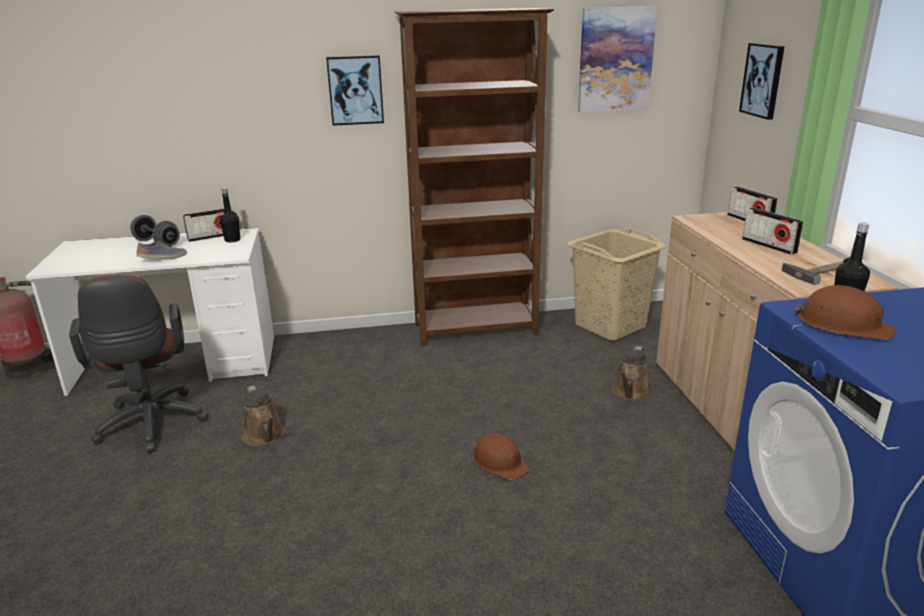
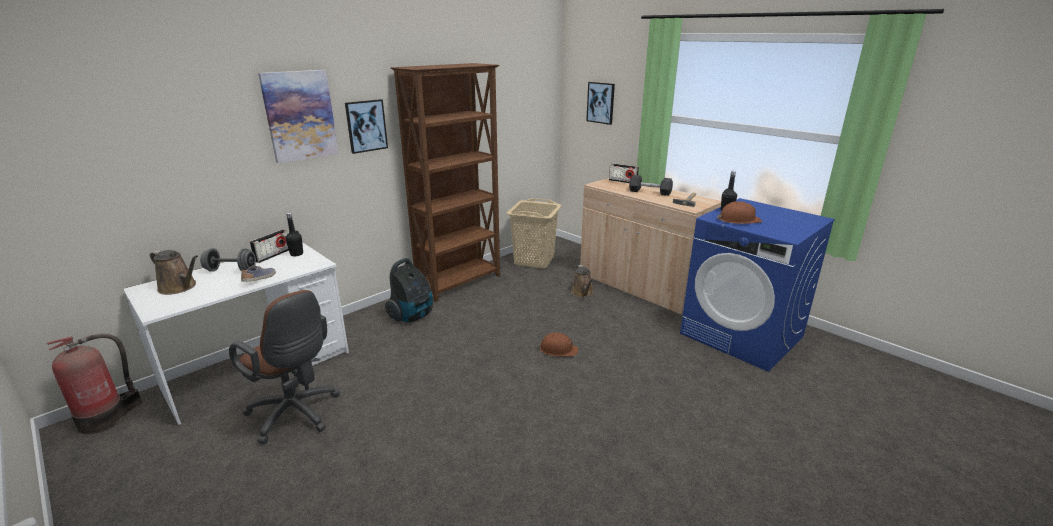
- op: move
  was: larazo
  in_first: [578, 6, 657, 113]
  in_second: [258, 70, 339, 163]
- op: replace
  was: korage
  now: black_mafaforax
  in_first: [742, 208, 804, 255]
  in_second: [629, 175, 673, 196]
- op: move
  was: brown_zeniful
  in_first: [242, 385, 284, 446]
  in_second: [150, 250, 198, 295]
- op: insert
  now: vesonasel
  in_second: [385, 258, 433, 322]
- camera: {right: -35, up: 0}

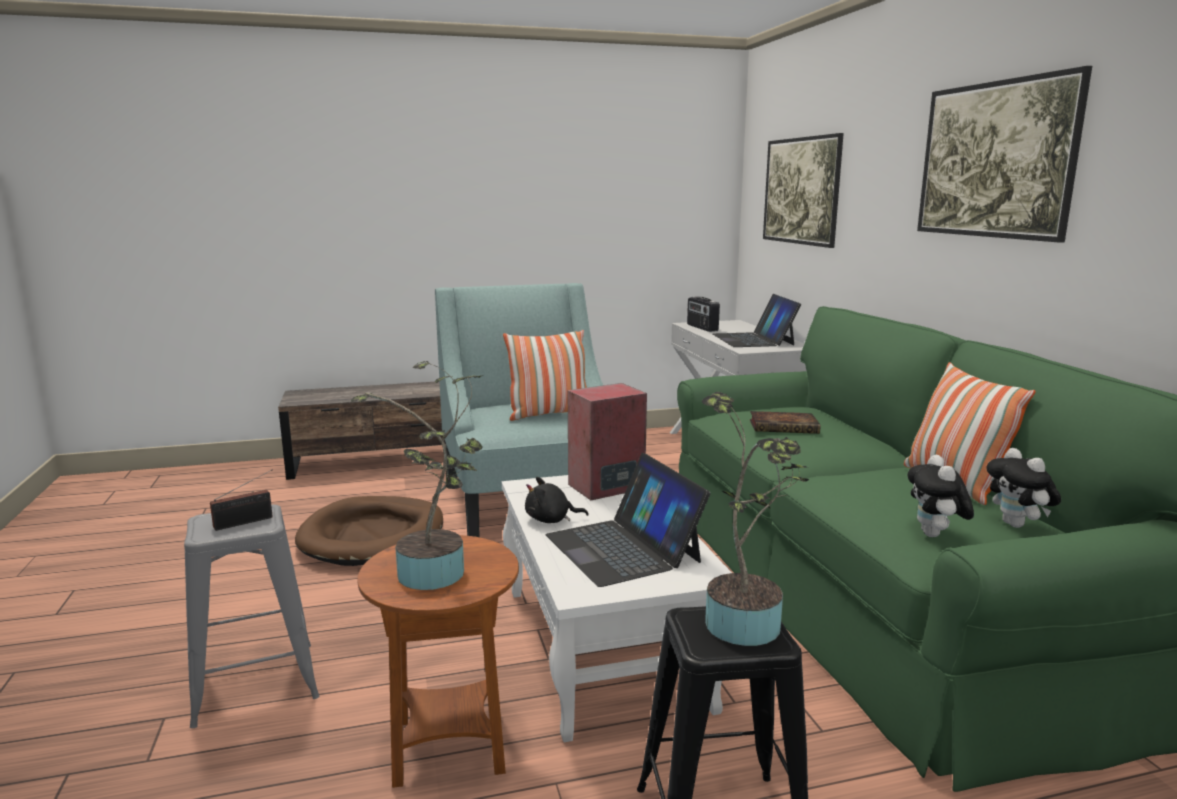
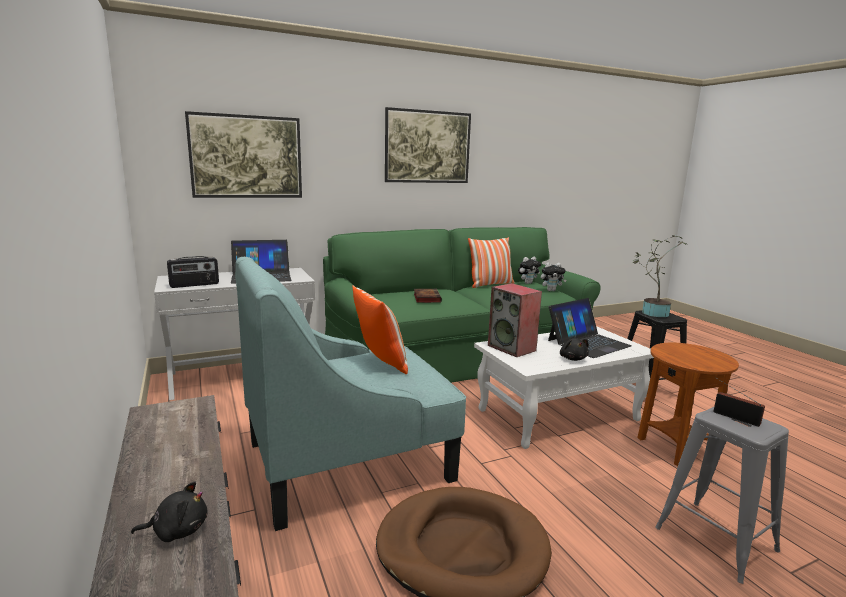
- op: delete
  was: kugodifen
  in_first: [351, 361, 484, 590]
- op: insert
  now: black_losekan
  in_second: [131, 482, 208, 542]
- camera: {right: -100, up: 0}

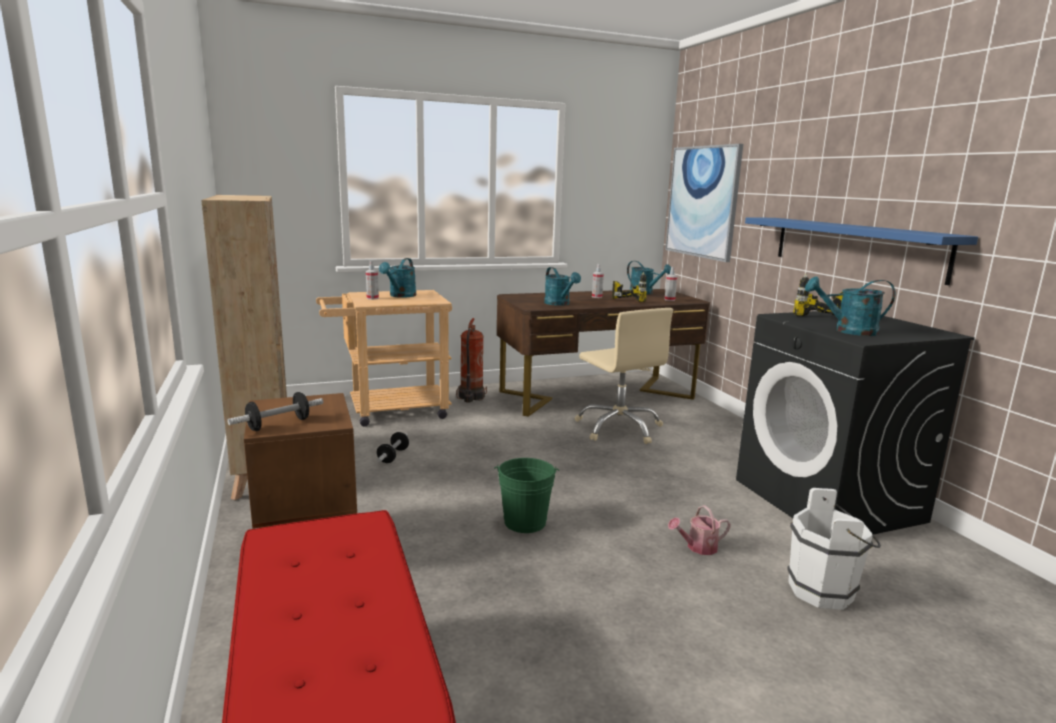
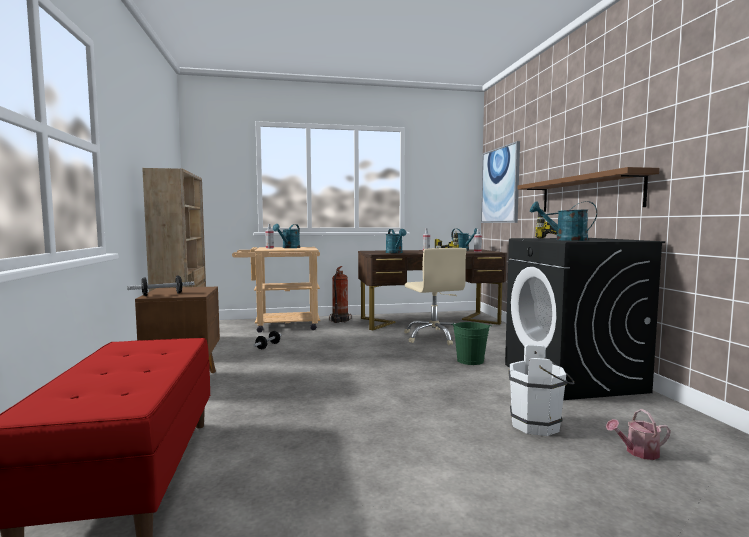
- op: recolor
  was: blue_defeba
  now: brown_defeba
  in_first: [745, 217, 978, 285]
  in_second: [517, 167, 660, 212]
- op: move
  was: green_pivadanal
  in_first: [494, 458, 559, 533]
  in_second: [451, 322, 492, 365]
- op: move
  was: zeniful
  in_first: [668, 505, 731, 555]
  in_second: [606, 409, 671, 460]
- camera: {right: 10, up: -10}

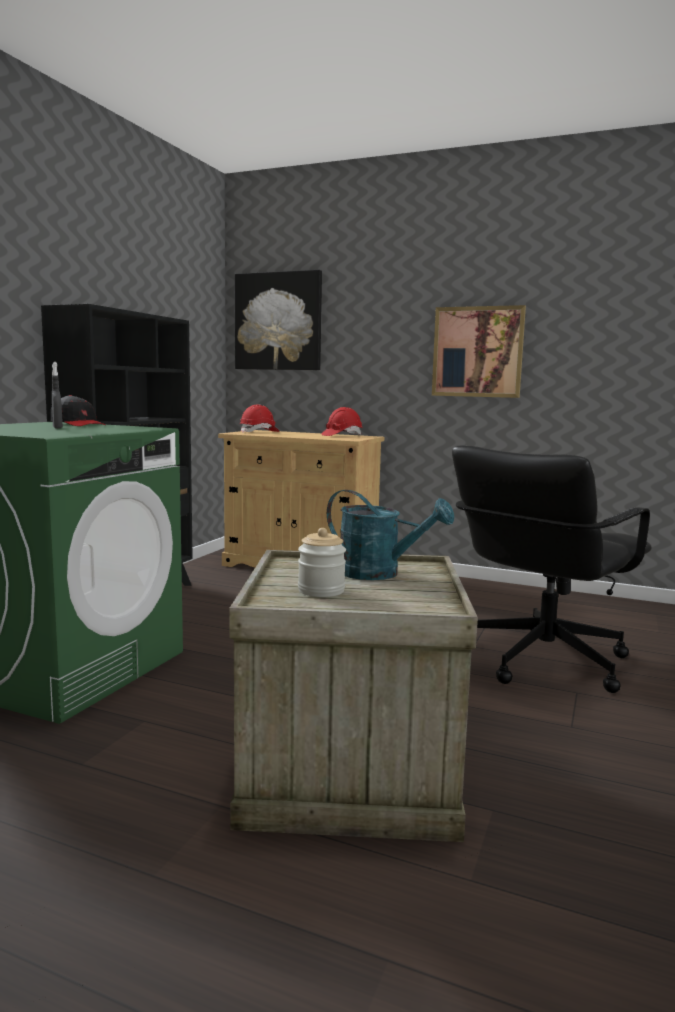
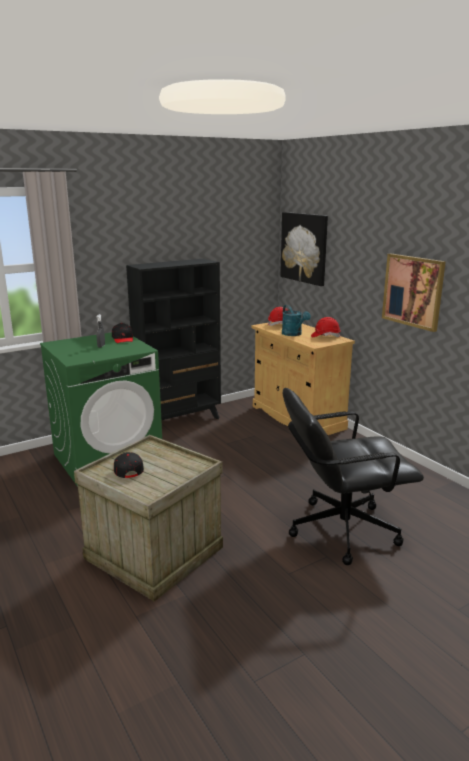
- op: move
  was: turquoise_zeniful
  in_first: [327, 490, 454, 580]
  in_second: [282, 305, 311, 336]
- op: replace
  was: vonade
  now: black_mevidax
  in_first: [298, 528, 346, 597]
  in_second: [114, 452, 144, 478]
- camera: {right: 35, up: 10}

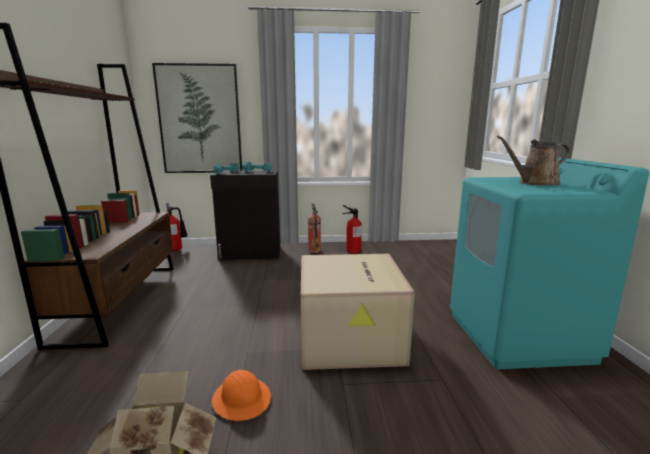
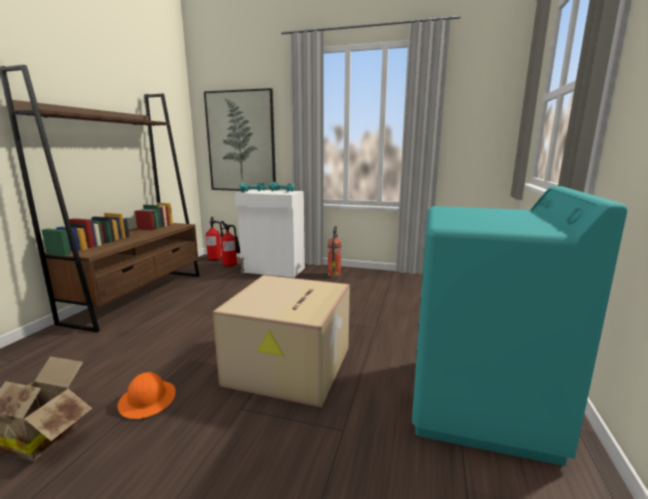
- op: delete
  was: brown_zeniful
  in_first: [497, 136, 570, 185]
- op: recolor
  was: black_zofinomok
  now: white_zofinomok
  in_first: [210, 170, 280, 260]
  in_second: [235, 190, 305, 278]
- op: move
  was: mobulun
  in_first: [342, 205, 362, 254]
  in_second: [220, 221, 240, 267]
- camera: {right: 20, up: 0}

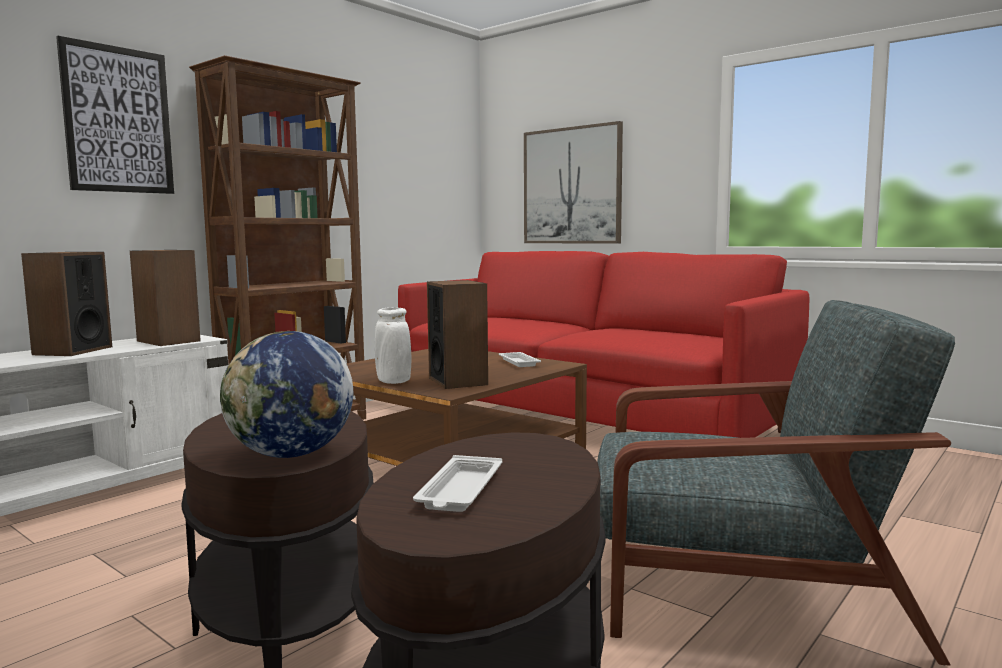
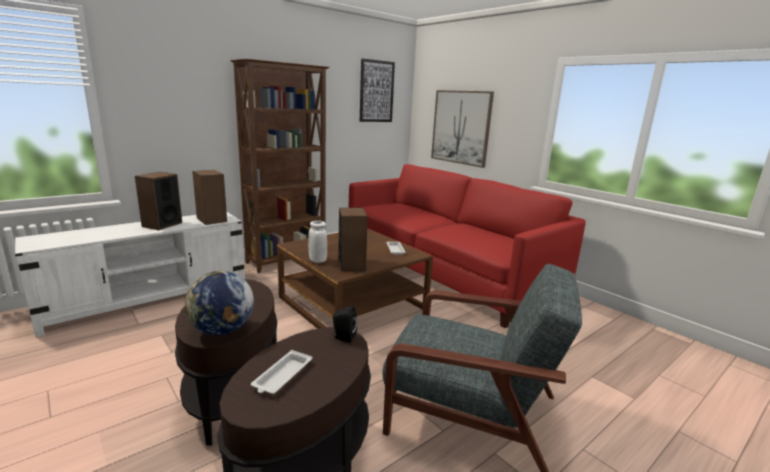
- op: move
  was: larazo
  in_first: [56, 36, 174, 194]
  in_second: [360, 58, 395, 122]
- op: insert
  now: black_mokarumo
  in_second: [332, 306, 357, 342]
- camera: {right: 10, up: 10}

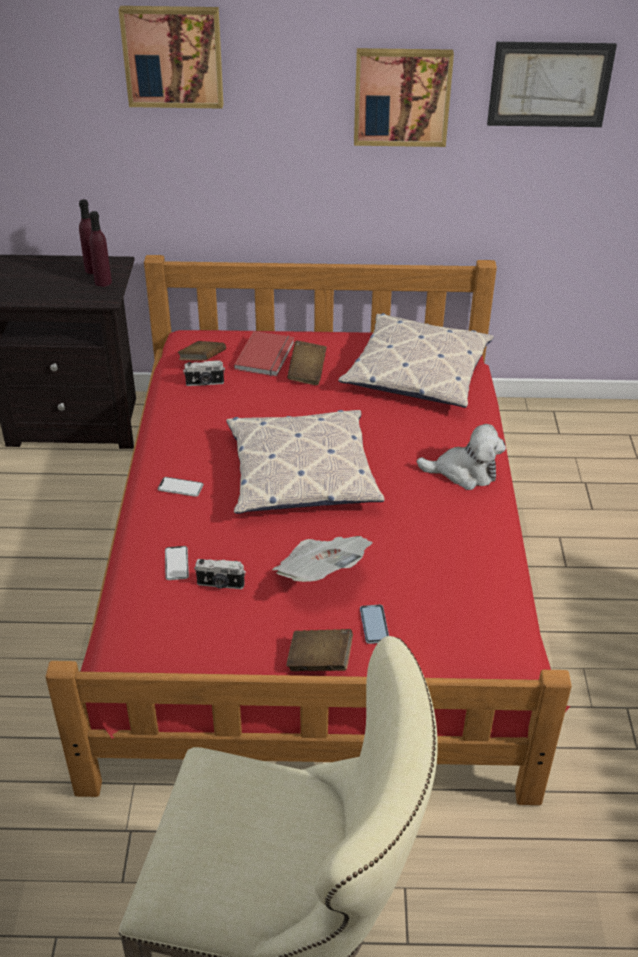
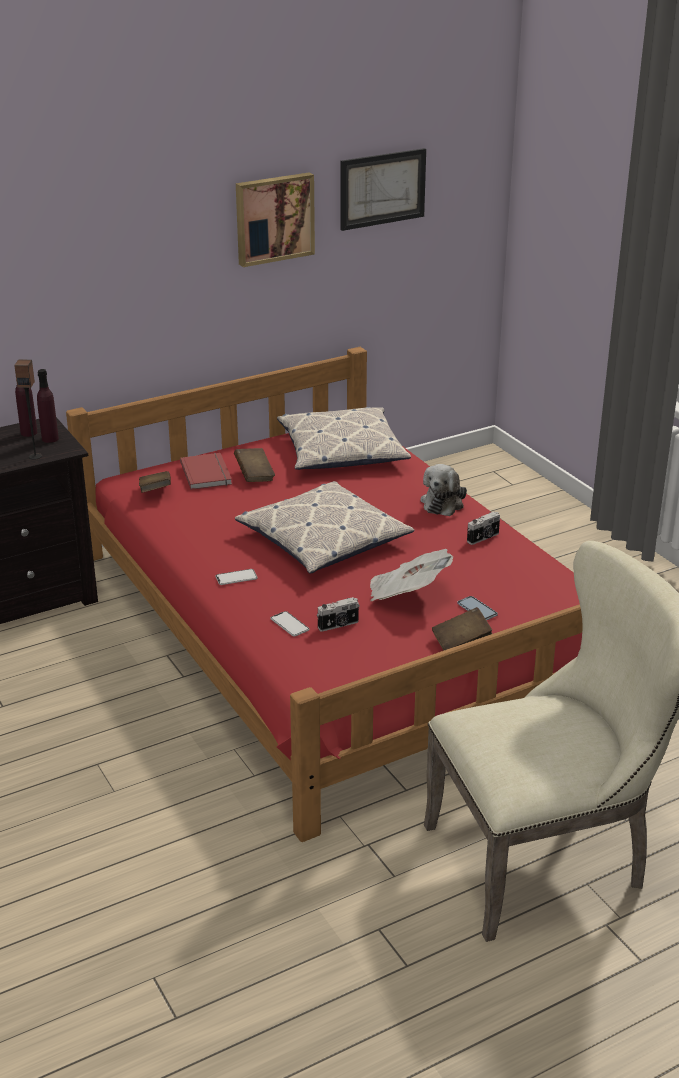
- op: delete
  was: larazo
  in_first: [119, 6, 223, 109]
- op: move
  was: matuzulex
  in_first: [183, 360, 225, 386]
  in_second: [467, 512, 500, 545]
- op: rotate
  was: losekan
  in_first: [417, 424, 506, 490]
  in_second: [420, 464, 467, 516]
  clockwise: 135
- op: insert
  now: mokarumo
  in_second: [14, 359, 42, 460]
- camera: {right: -30, up: -10}

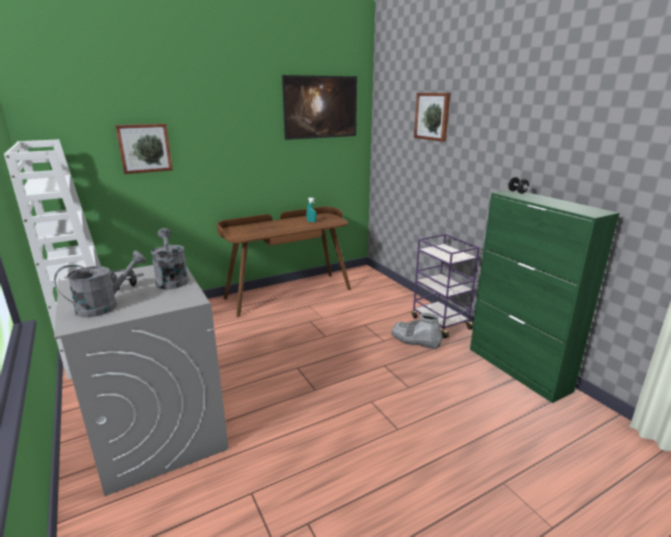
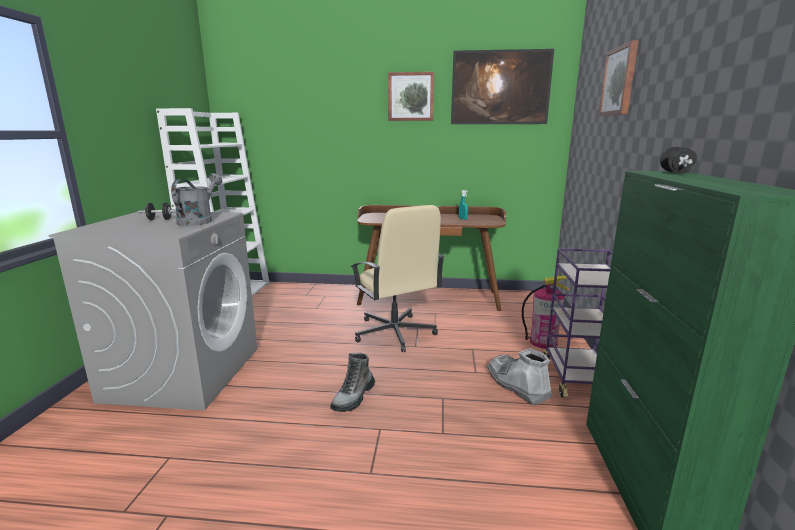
- op: move
  was: larazo
  in_first: [115, 123, 173, 174]
  in_second: [388, 72, 434, 121]
- op: delete
  was: grey_zeniful
  in_first: [54, 251, 146, 318]
- op: insert
  now: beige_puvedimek
  in_second: [351, 205, 445, 352]
- op: insert
  now: mobulun
  in_second: [522, 276, 570, 349]
- op: insert
  now: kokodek
  in_second: [330, 353, 375, 412]
- camera: {right: 35, up: -5}

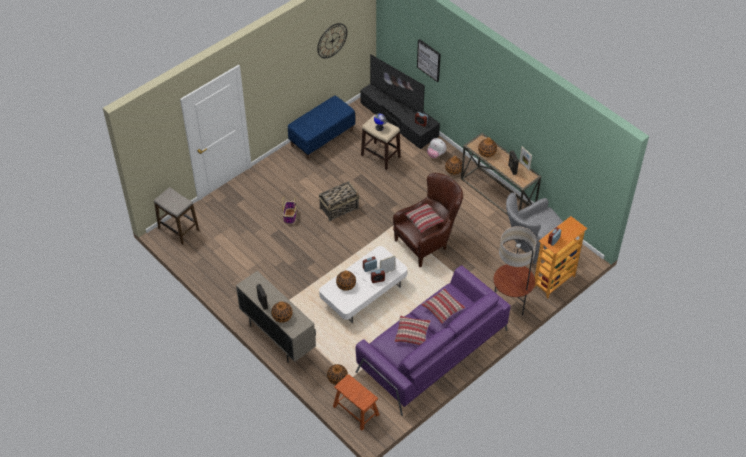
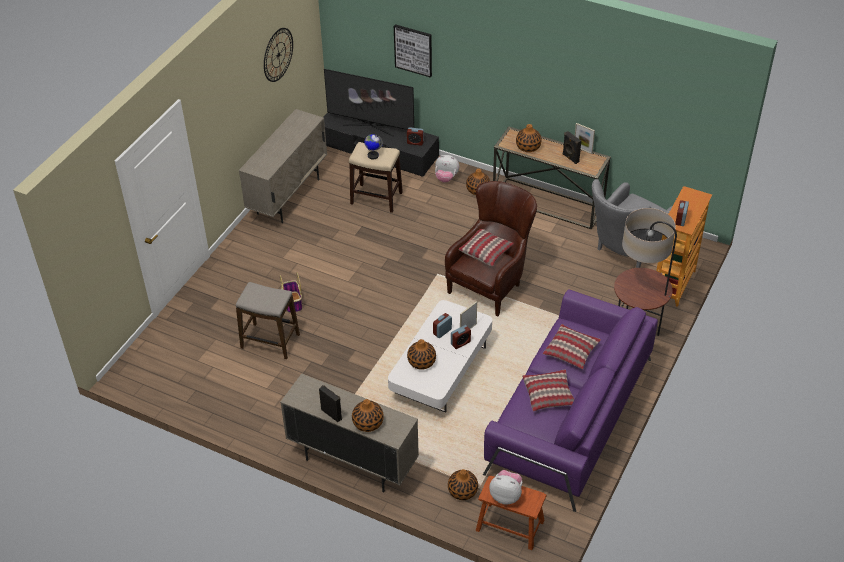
- op: replace
  was: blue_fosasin
  now: beige_zofinomok
  in_first: [288, 96, 355, 160]
  in_second: [239, 109, 327, 223]
- op: delete
  was: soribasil
  in_first: [319, 181, 359, 221]
- op: move
  was: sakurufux
  in_first: [154, 187, 199, 245]
  in_second: [236, 282, 300, 359]
- op: insert
  now: losekan
  in_second: [489, 470, 523, 505]
- camera: {right: -20, up: -5}

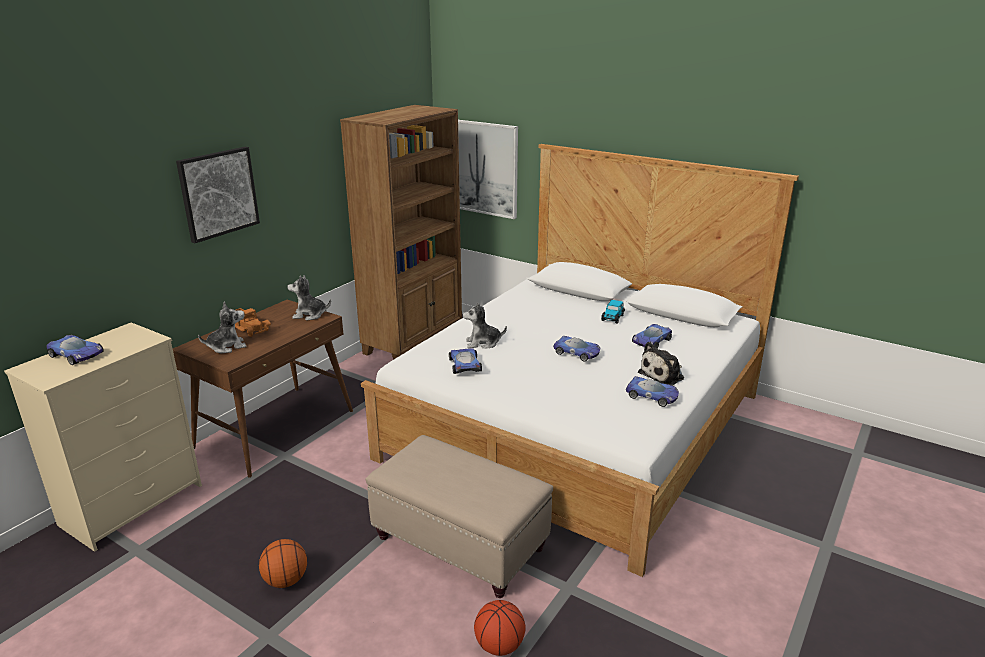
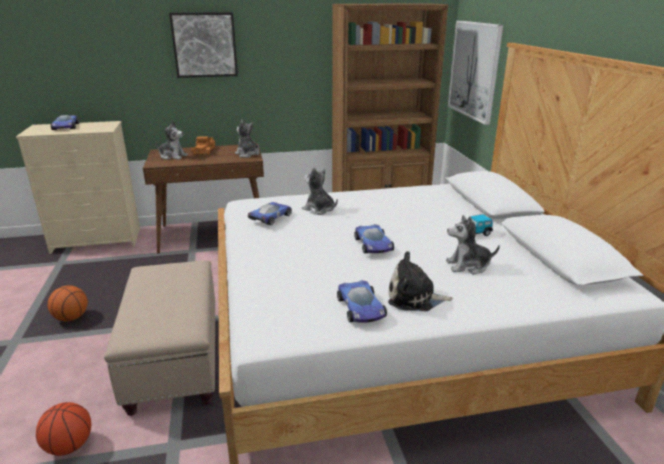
- op: replace
  was: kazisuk
  now: losekan
  in_first: [632, 324, 672, 349]
  in_second: [446, 215, 500, 274]
- camera: {right: 45, up: 0}

